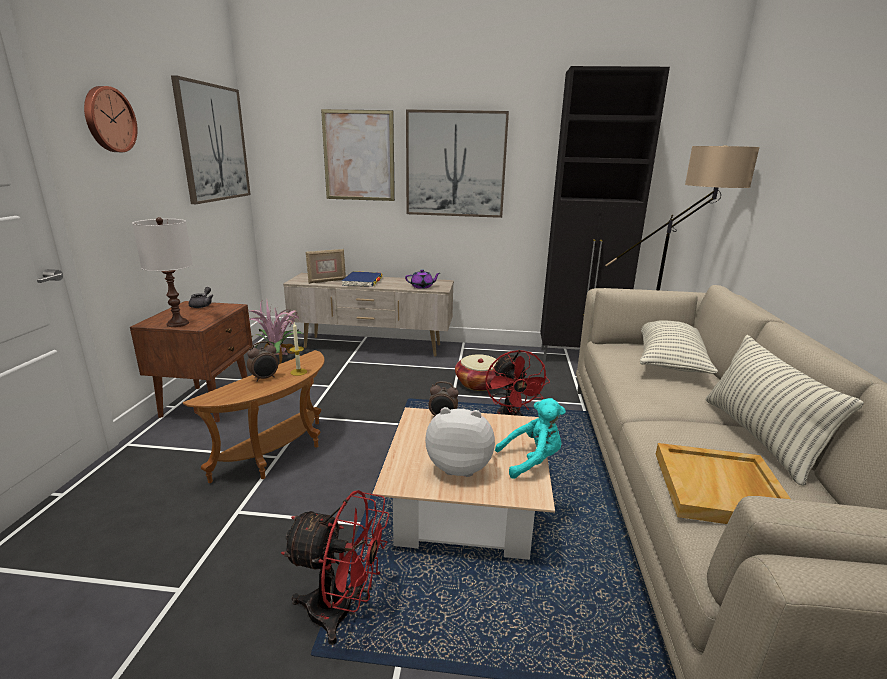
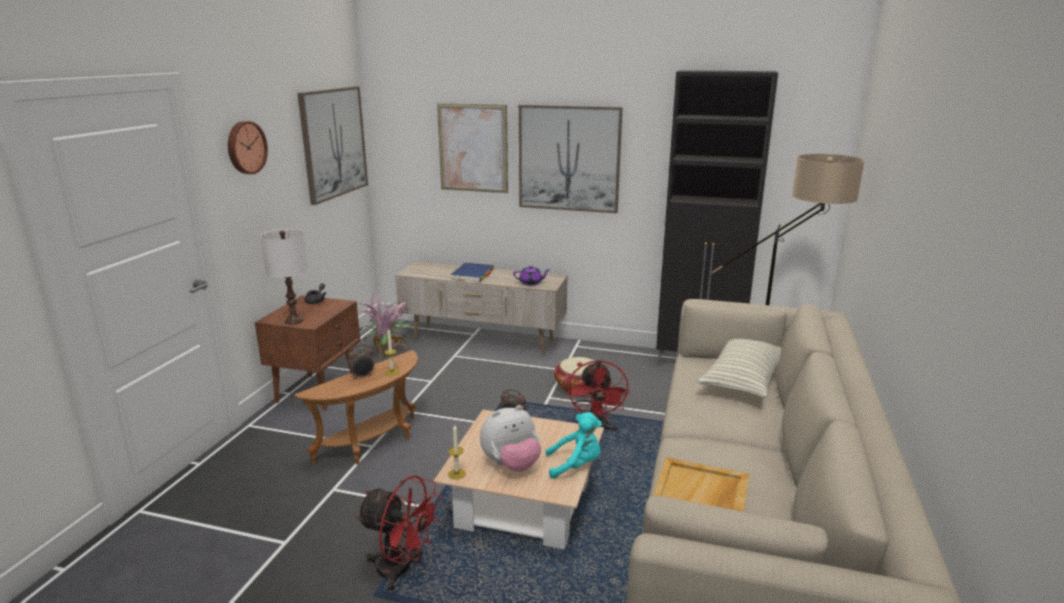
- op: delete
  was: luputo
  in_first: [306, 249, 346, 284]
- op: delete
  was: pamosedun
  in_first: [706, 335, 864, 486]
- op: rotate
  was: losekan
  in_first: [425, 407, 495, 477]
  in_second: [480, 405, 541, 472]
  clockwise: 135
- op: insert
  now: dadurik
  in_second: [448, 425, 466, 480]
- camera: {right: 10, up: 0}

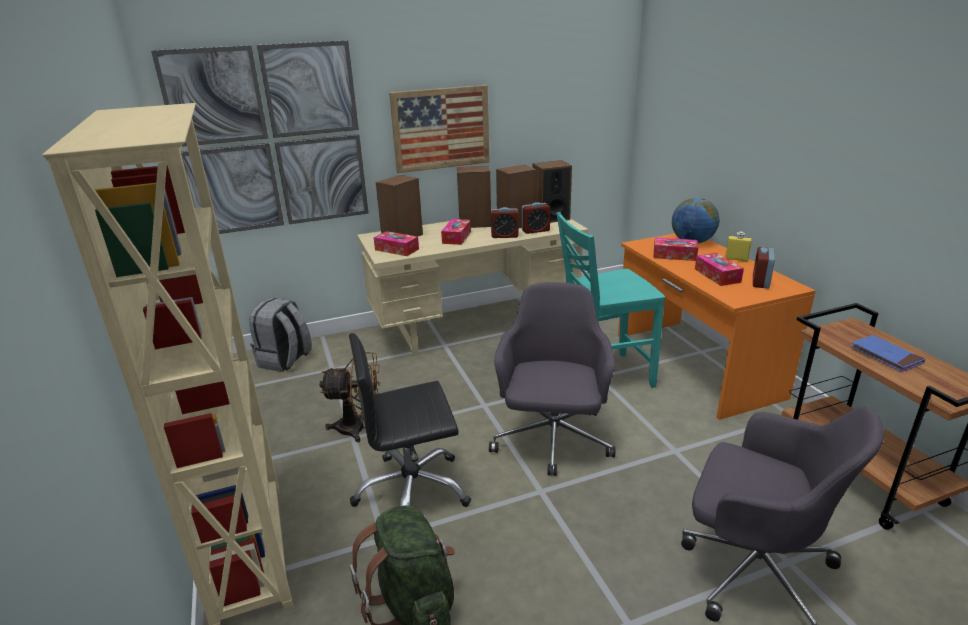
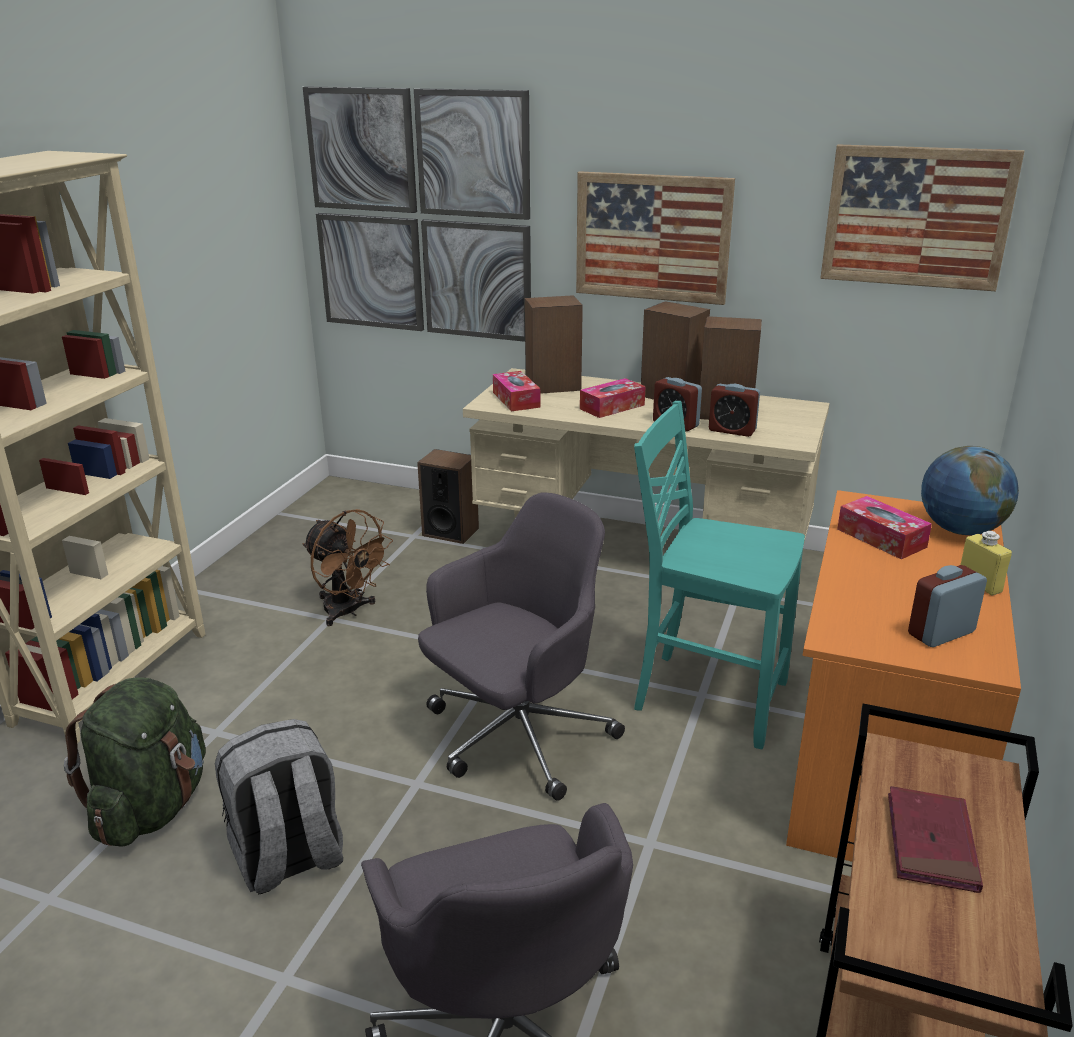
- op: move
  was: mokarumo
  in_first: [532, 160, 572, 223]
  in_second: [417, 449, 479, 544]
- op: delete
  was: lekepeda
  in_first: [695, 253, 744, 286]
- op: move
  was: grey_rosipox
  in_first: [249, 298, 312, 372]
  in_second: [215, 719, 343, 895]
- op: delete
  was: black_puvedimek
  in_first: [349, 333, 471, 507]
- op: recolor
  was: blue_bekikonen
  now: red_bekikonen
  in_first: [850, 335, 925, 372]
  in_second: [888, 786, 983, 893]
- op: insert
  now: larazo
  in_second: [820, 144, 1025, 291]
- camera: {right: 40, up: 0}

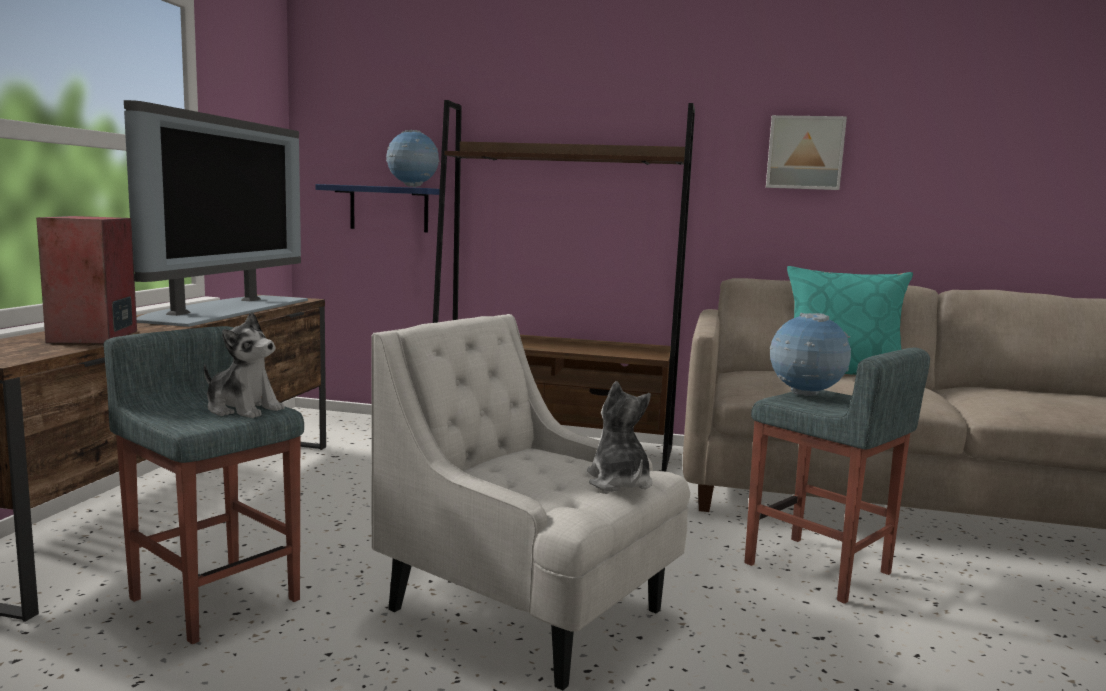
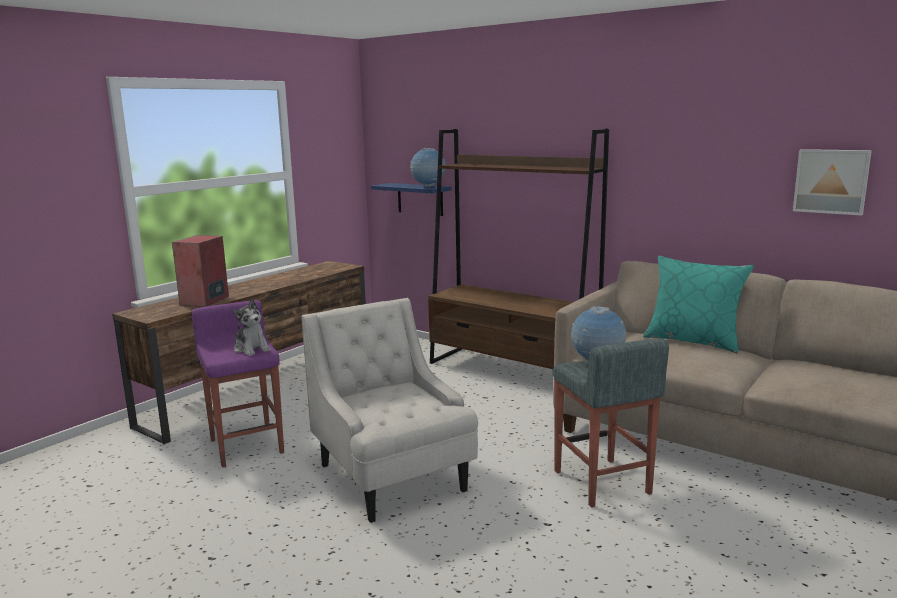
- op: delete
  was: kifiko
  in_first: [124, 100, 308, 327]
- op: move
  was: larazo
  in_first: [766, 115, 847, 190]
  in_second: [793, 149, 872, 216]
- op: recolor
  was: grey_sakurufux
  now: purple_sakurufux
  in_first: [103, 326, 304, 644]
  in_second: [192, 300, 284, 467]
- op: delete
  was: losekan
  in_first: [587, 381, 652, 492]
- camera: {right: 25, up: 5}

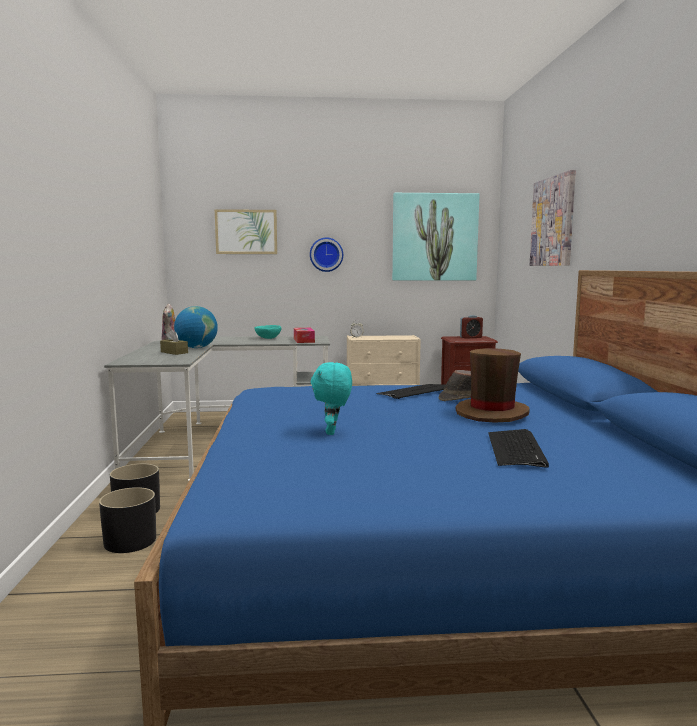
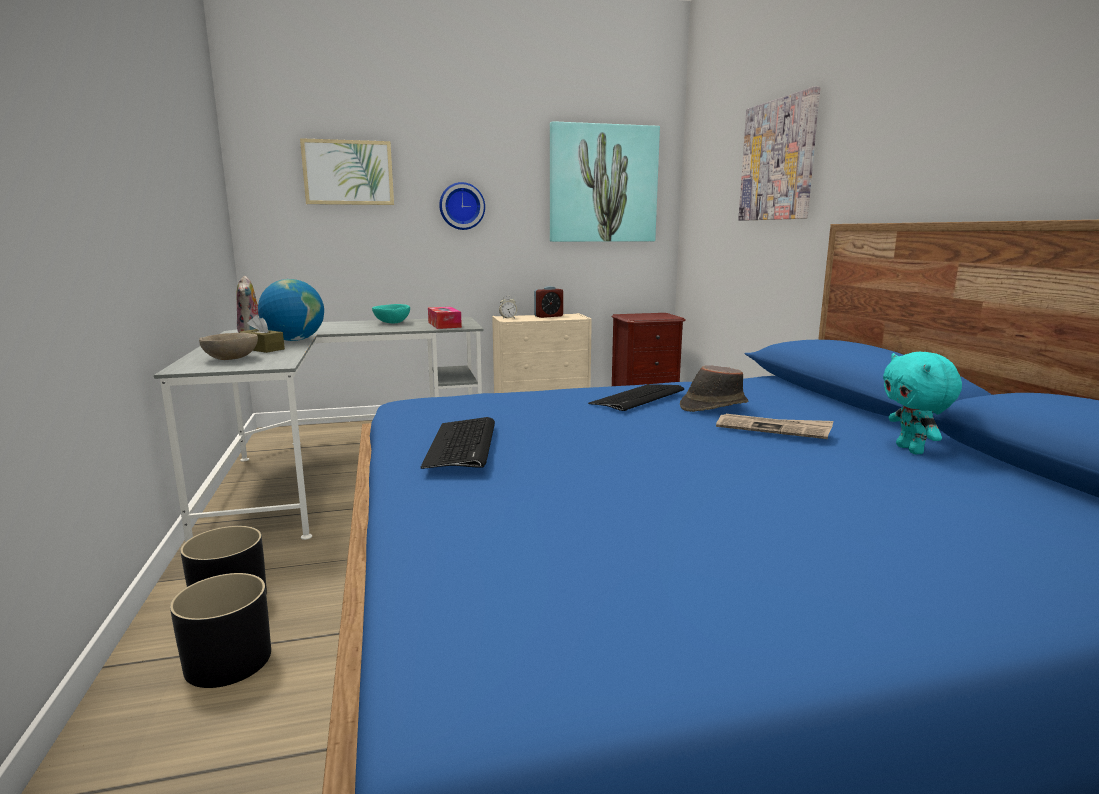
- op: move
  was: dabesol
  in_first: [460, 315, 483, 339]
  in_second: [534, 286, 563, 318]
- op: replace
  was: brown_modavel
  now: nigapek
  in_first: [456, 348, 530, 422]
  in_second: [716, 414, 833, 439]
- op: move
  was: turquoise_losekan
  in_first: [311, 362, 352, 435]
  in_second: [883, 352, 962, 454]
- op: move
  was: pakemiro
  in_first: [488, 429, 549, 468]
  in_second: [421, 417, 495, 469]
- op: insert
  now: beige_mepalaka
  in_second: [199, 333, 258, 360]
- camera: {right: -10, up: 5}

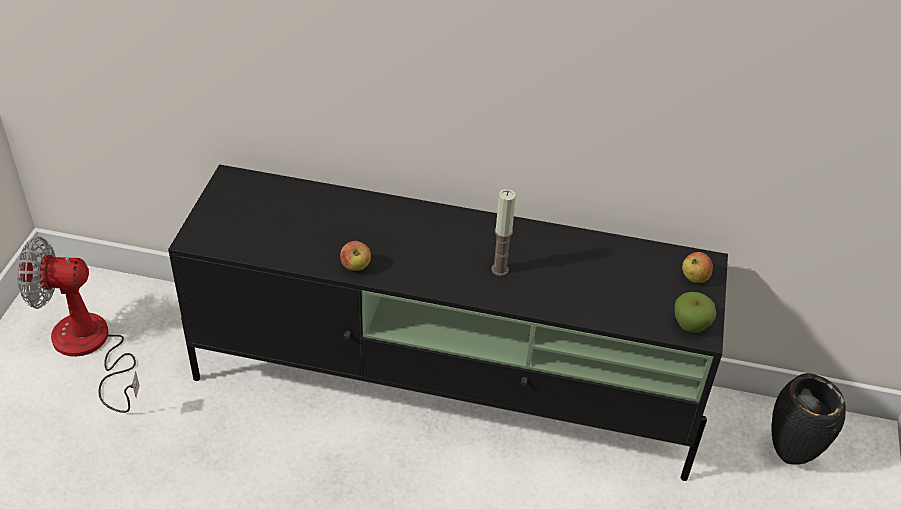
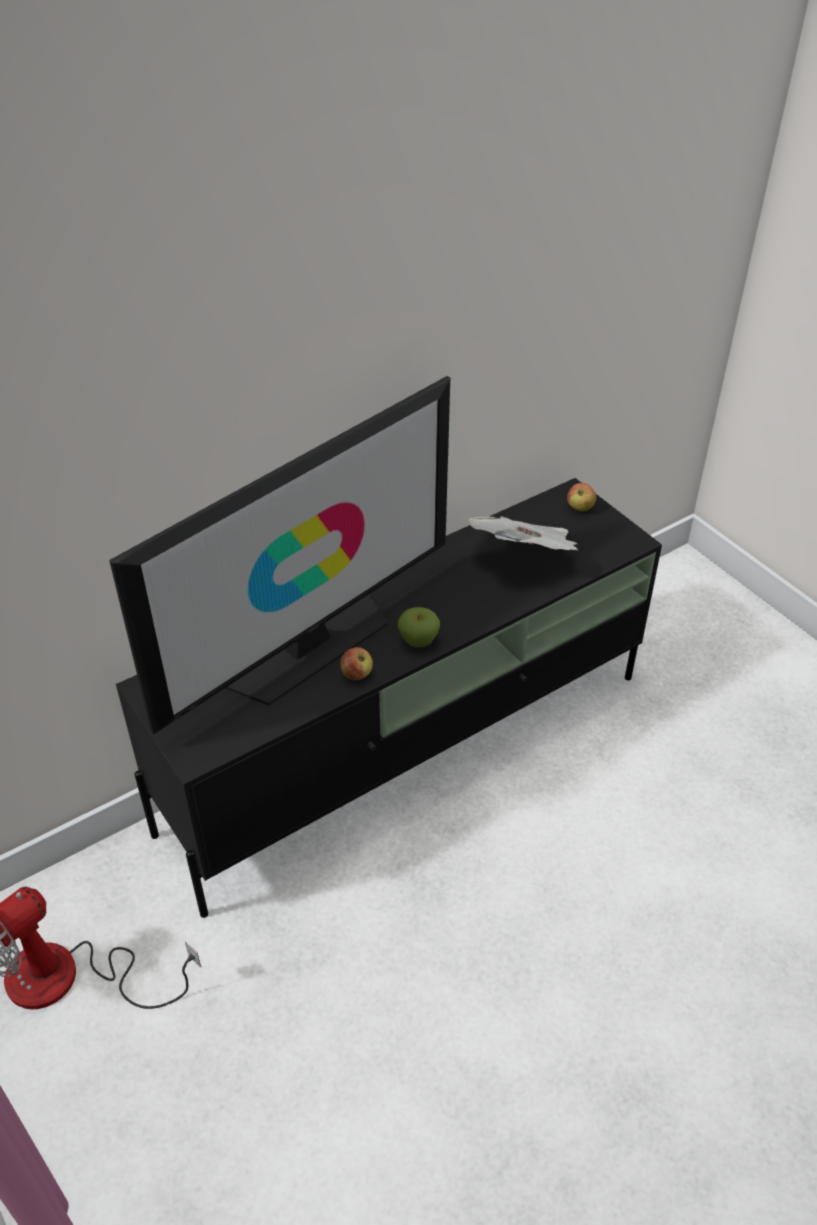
- op: delete
  was: dadurik
  in_first: [491, 189, 516, 276]
- op: move
  was: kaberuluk
  in_first: [675, 292, 716, 333]
  in_second: [398, 607, 440, 648]
- op: delete
  was: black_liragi
  in_first: [772, 373, 846, 465]
- op: insert
  now: kifiko
  in_second: [109, 376, 450, 734]
- op: insert
  now: nigapek
  in_second: [469, 517, 578, 551]
- camera: {right: -45, up: 0}

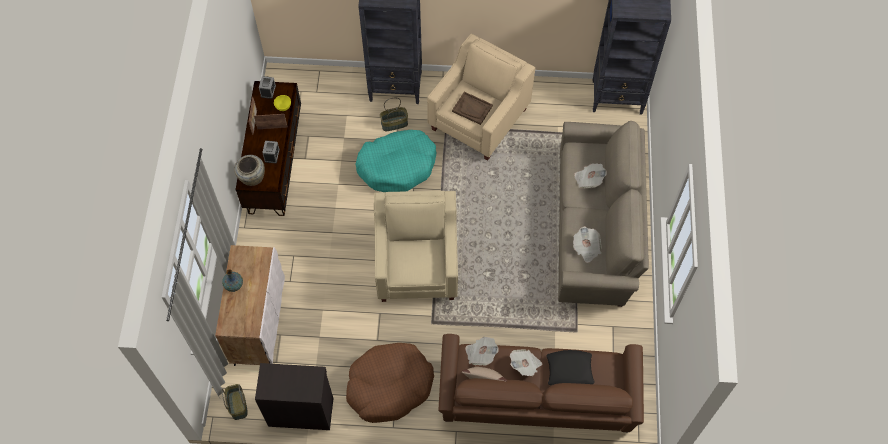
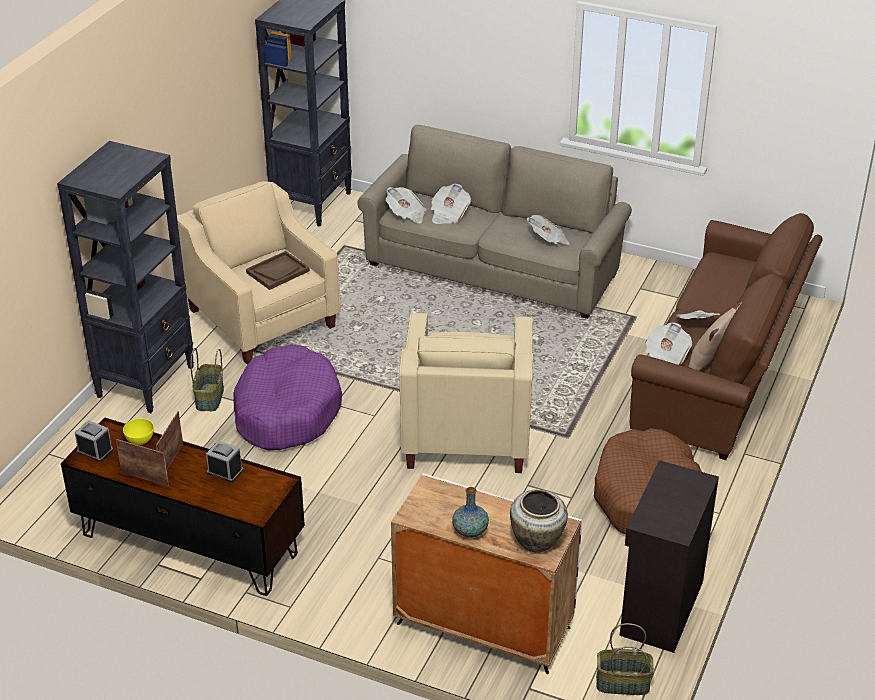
- op: recolor
  was: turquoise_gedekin
  now: purple_gedekin
  in_first: [356, 130, 436, 192]
  in_second: [234, 344, 342, 451]
- op: move
  was: beige_liragi
  in_first: [234, 155, 265, 186]
  in_second: [510, 489, 568, 553]
- op: rotate
  was: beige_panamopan
  in_first: [374, 191, 458, 302]
  in_second: [399, 313, 533, 473]
  clockwise: -105
- op: delete
  was: black_pamosedun
  in_first: [546, 350, 595, 385]
- op: insert
  now: nigapek
  in_second: [386, 187, 426, 223]
- camera: {right: -70, up: -25}

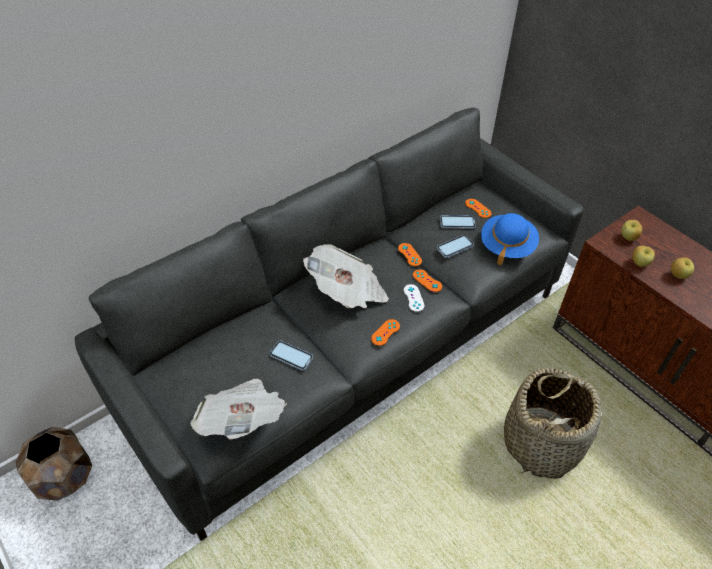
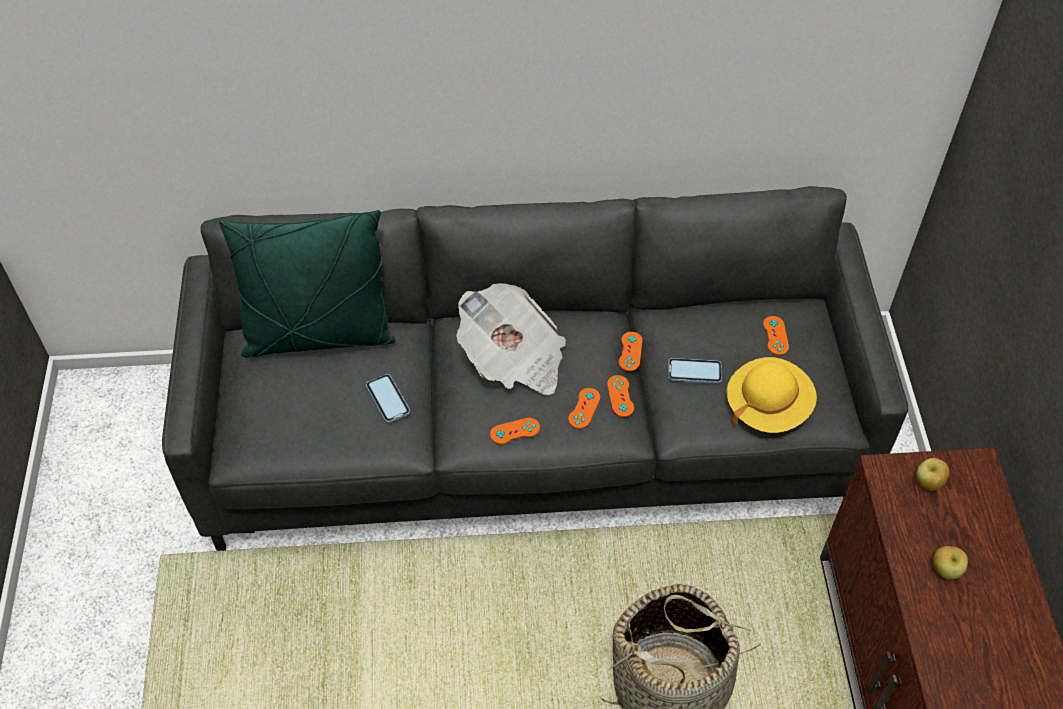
- op: recolor
  was: blue_modavel
  now: yellow_modavel
  in_first: [481, 213, 539, 265]
  in_second: [726, 357, 817, 433]
- op: delete
  was: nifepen
  in_first: [440, 215, 476, 229]
- op: delete
  was: kaberuluk
  in_first: [632, 245, 655, 267]
- op: recolor
  was: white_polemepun
  now: orange_polemepun
  in_first: [403, 284, 425, 312]
  in_second: [568, 388, 601, 429]
- op: delete
  was: nigapek
  in_first: [190, 379, 287, 440]
- op: delete
  was: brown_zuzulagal
  in_first: [15, 427, 92, 501]
- op: insert
  now: green_pamosedun
  in_second: [219, 210, 396, 357]
- camera: {right: 35, up: 5}

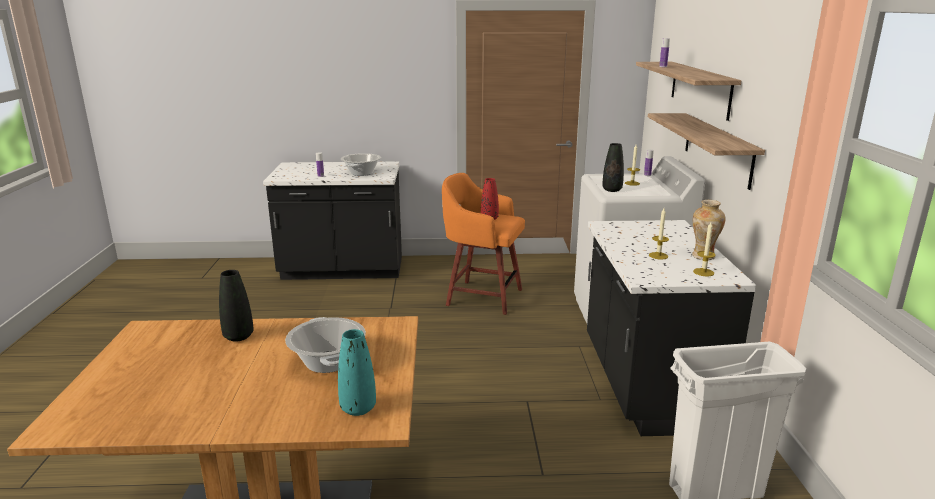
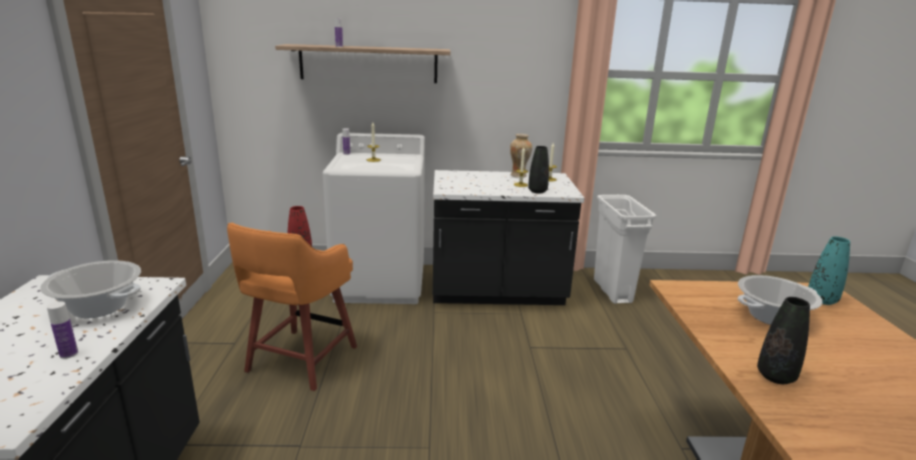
- op: delete
  was: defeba
  in_first: [648, 113, 765, 190]
- op: move
  was: black_liragi
  in_first: [602, 143, 624, 192]
  in_second: [528, 146, 549, 194]
- camera: {right: -90, up: 0}

